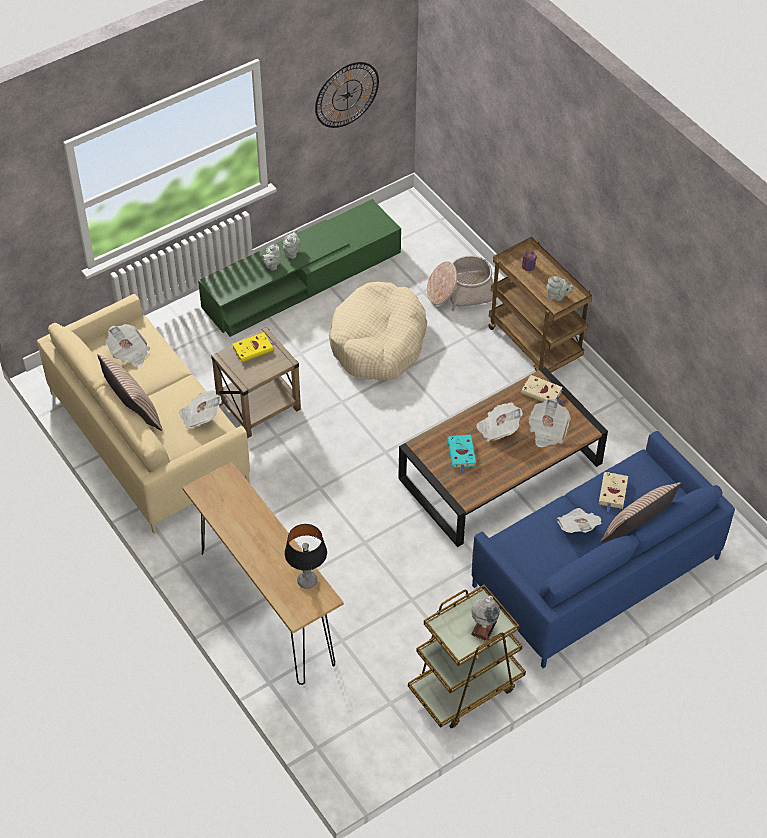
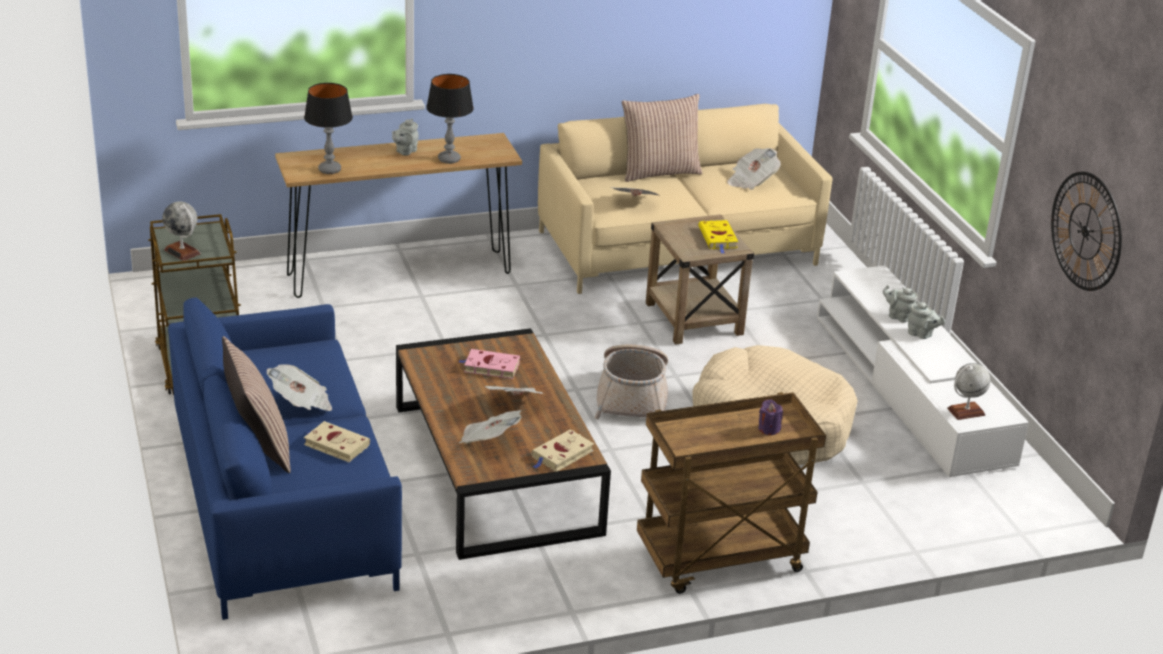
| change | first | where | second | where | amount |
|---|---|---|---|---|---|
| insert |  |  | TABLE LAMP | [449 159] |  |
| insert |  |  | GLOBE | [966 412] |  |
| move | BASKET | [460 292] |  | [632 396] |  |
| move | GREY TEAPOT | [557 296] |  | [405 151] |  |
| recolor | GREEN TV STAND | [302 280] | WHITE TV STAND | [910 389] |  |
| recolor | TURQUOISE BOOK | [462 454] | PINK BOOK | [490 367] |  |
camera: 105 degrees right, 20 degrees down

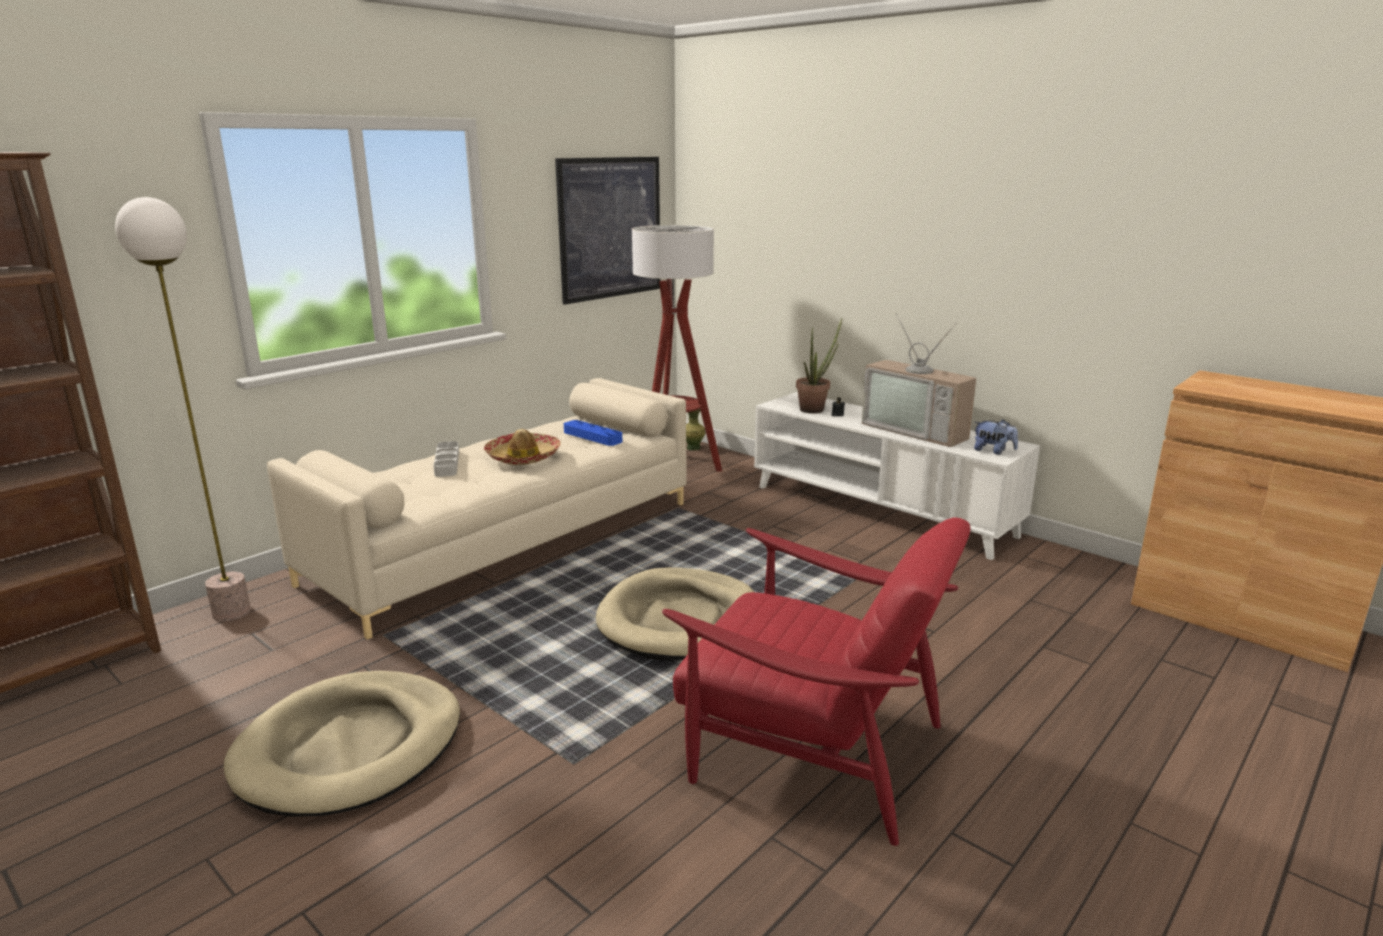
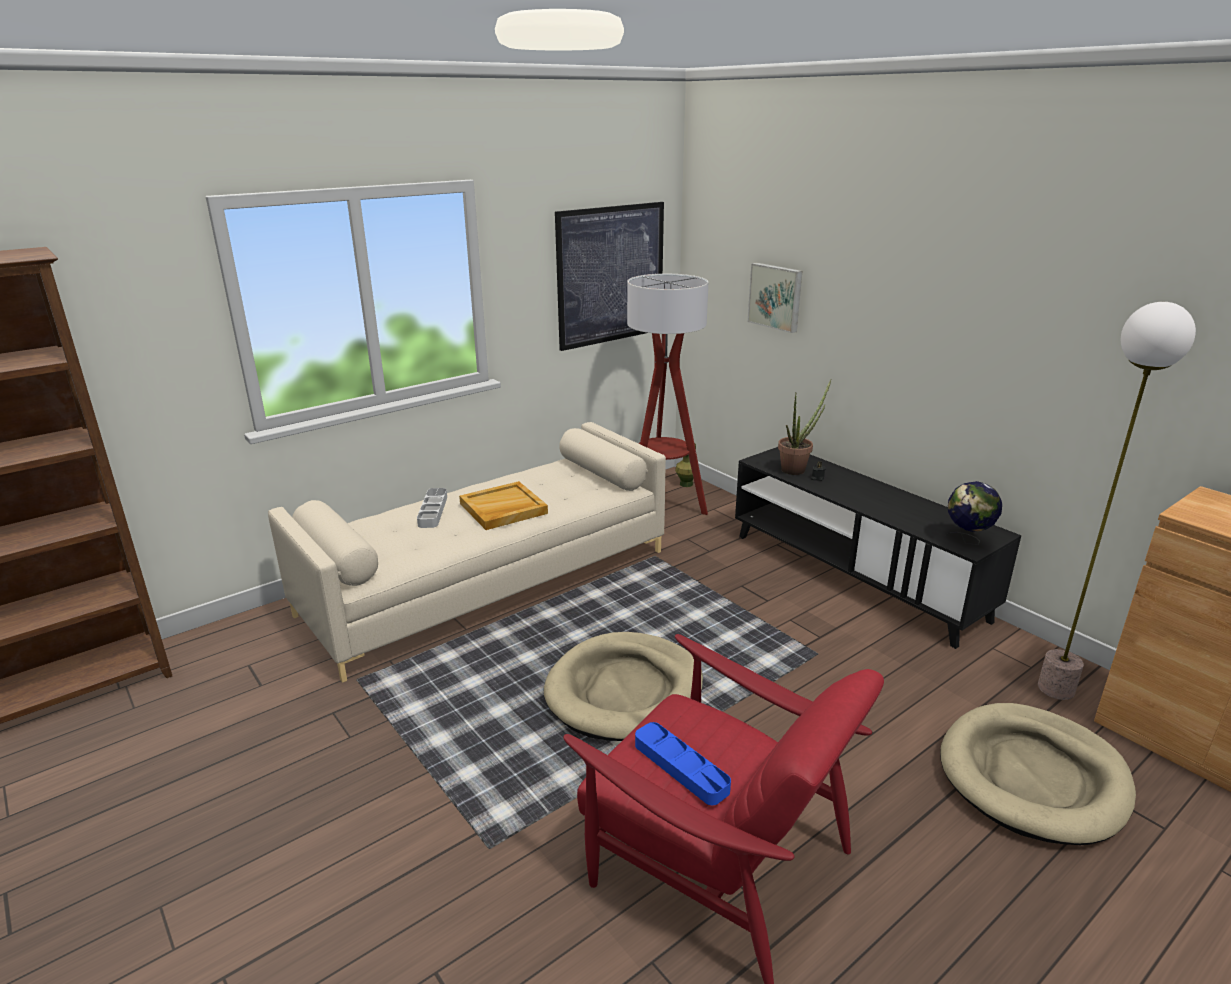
| change | first | where | second | where | amount |
|---|---|---|---|---|---|
| delete | TELEVISION | [918 430] |  |  |  |
| insert |  |  | PICTURE | [776 296] |  |
| move | FLOOR LAMP | [231 613] |  | [1055 689] |  |
| move | BEIGE DOG BED | [351 748] |  | [1033 777] |  |
| move | BLUE TRAY | [592 437] |  | [680 767] |  |
| replace | HAT | [523 457] | BEIGE TRAY | [503 509] |  |
| replace | PLUSH TOY | [993 451] | GLOBE | [967 540] |  |
| recolor | WHITE TV STAND | [880 510] | BLACK TV STAND | [854 575] |  |
camera: 10 degrees right, 5 degrees up

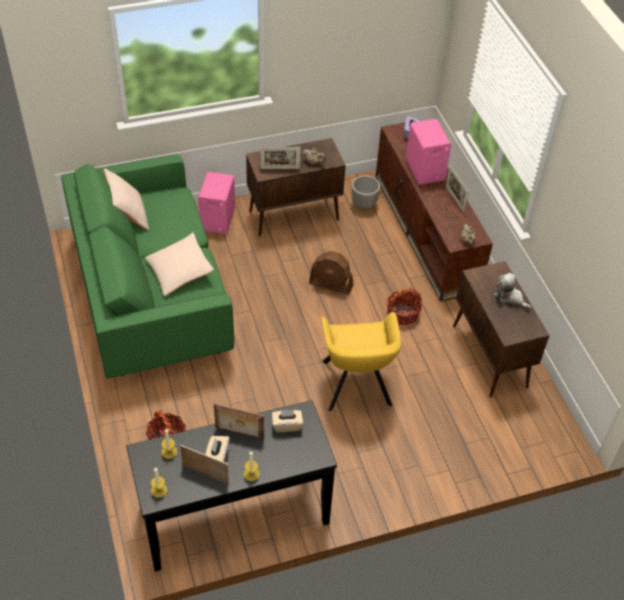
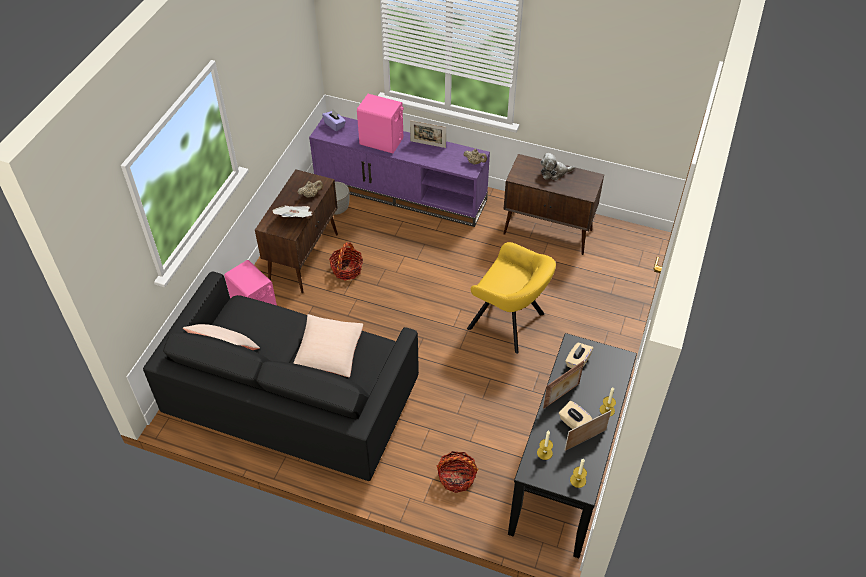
| change | first | where | second | where | amount |
|---|---|---|---|---|---|
| delete | BROWN FAN | [331 284] |  |  |  |
| move | BASKET | [403 314] |  | [347 269] |  |
| replace | PICTURE FRAME | [280 168] | NEWSPAPER | [295 218] |  |
| recolor | GREEN SOFA | [152 296] | BLACK SOFA | [295 403] |  |
| recolor | BROWN TV STAND | [426 232] | PURPLE TV STAND | [402 192] |  |
camera: 50 degrees left, 0 degrees up

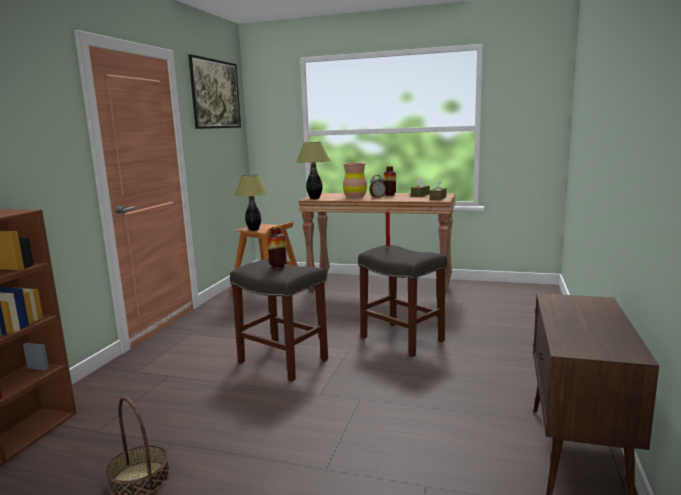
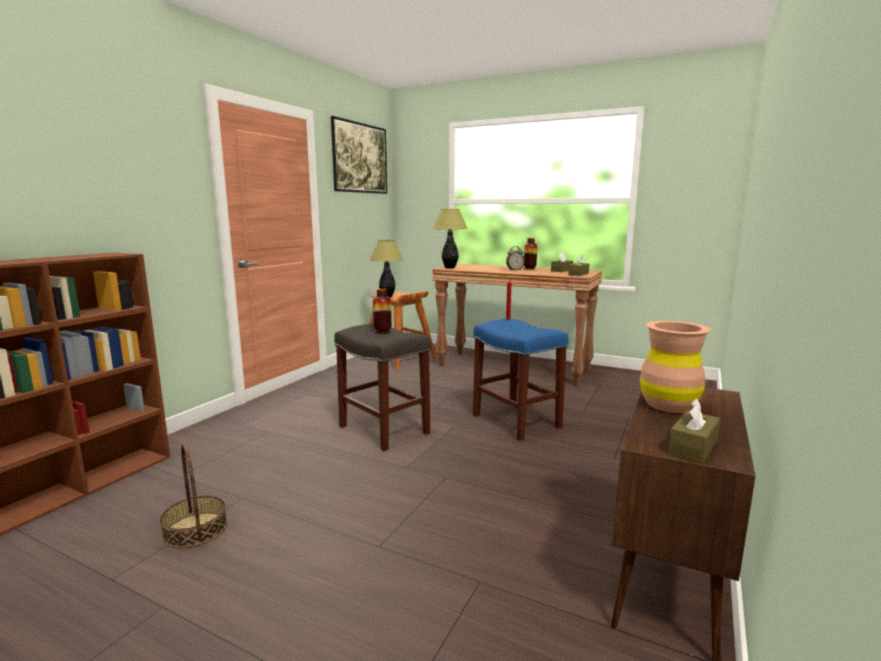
| change | first | where | second | where | amount |
|---|---|---|---|---|---|
| insert |  |  | BROWN TISSUE BOX | [693 447] |  |
| move | BROWN VASE | [355 196] |  | [668 405] |  |
| recolor | GREY STOOL | [403 339] | BLUE STOOL | [517 421] |  |
camera: 10 degrees right, 0 degrees up

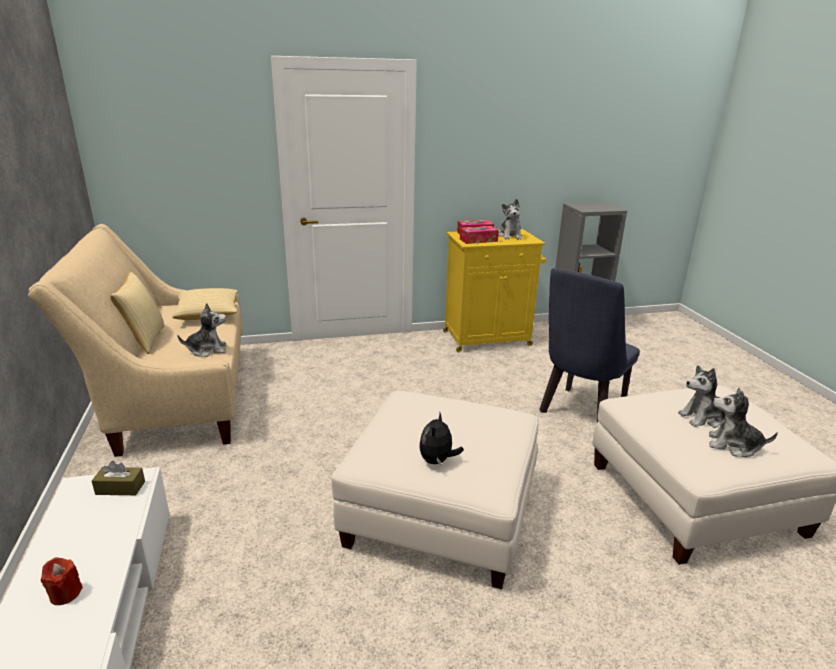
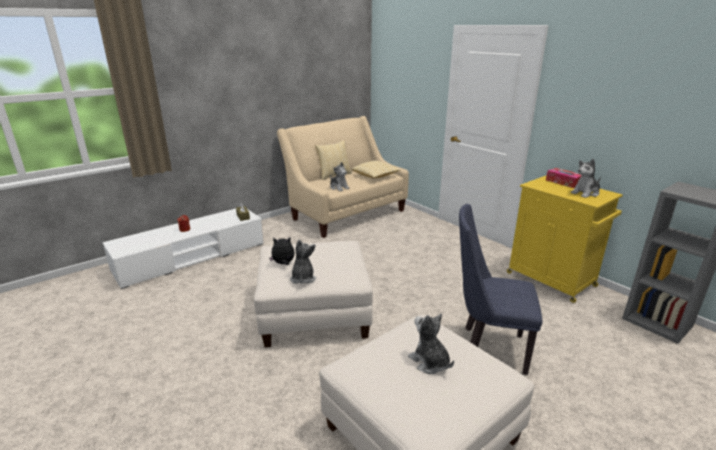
| change | first | where | second | where | amount |
|---|---|---|---|---|---|
| delete | TISSUE BOX | [478 240] |  |  |  |
| move | PLUSH TOY | [733 446] |  | [303 278] |  |
camera: 65 degrees right, 0 degrees up

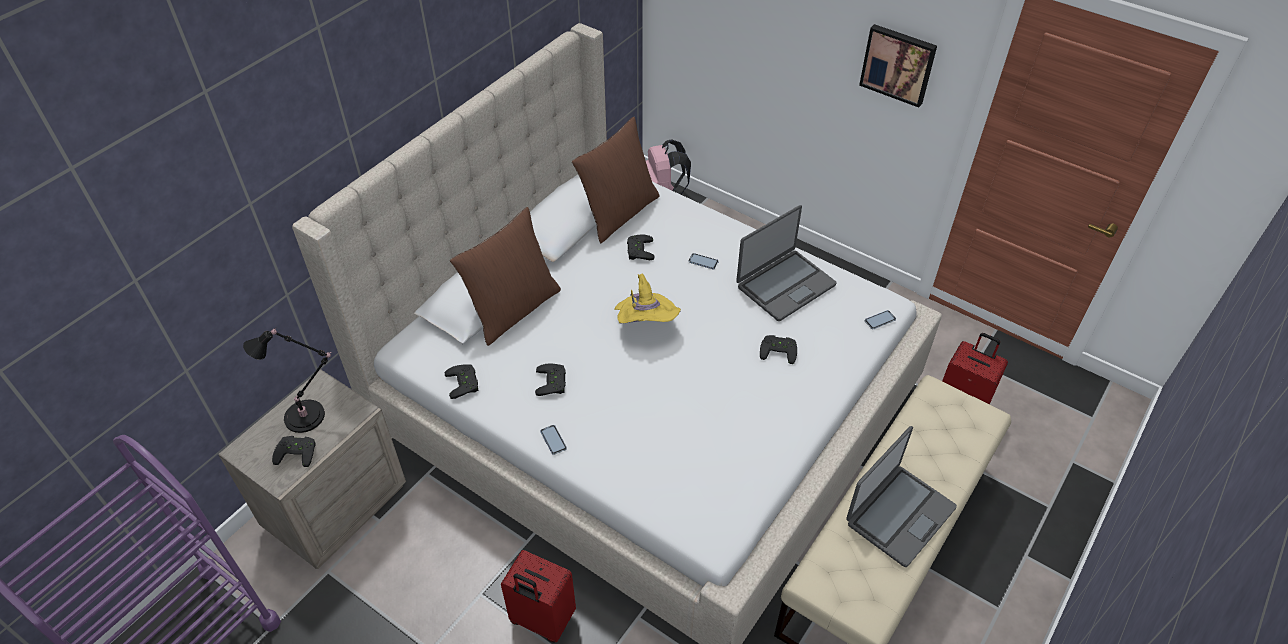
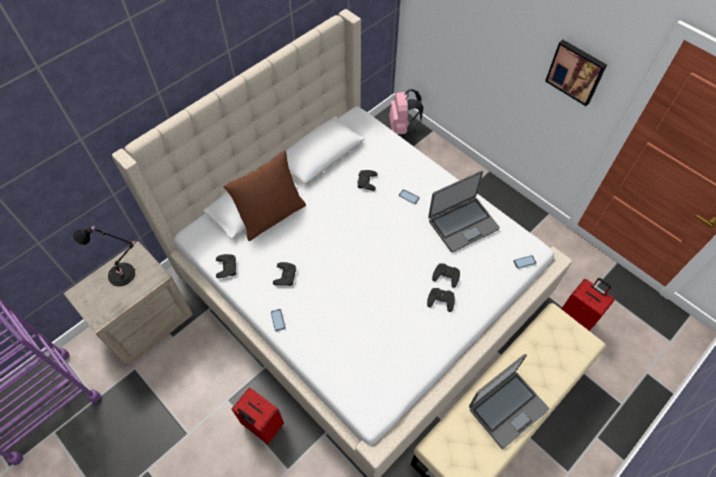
| change | first | where | second | where | amount |
|---|---|---|---|---|---|
| delete | BROWN PILLOW | [618 213] |  |  |  |
| delete | YELLOW HAT | [645 324] |  |  |  |
| move | BLACK GAME CONTROLLER | [297 451] |  | [441 299] |  |
camera: 10 degrees right, 10 degrees up

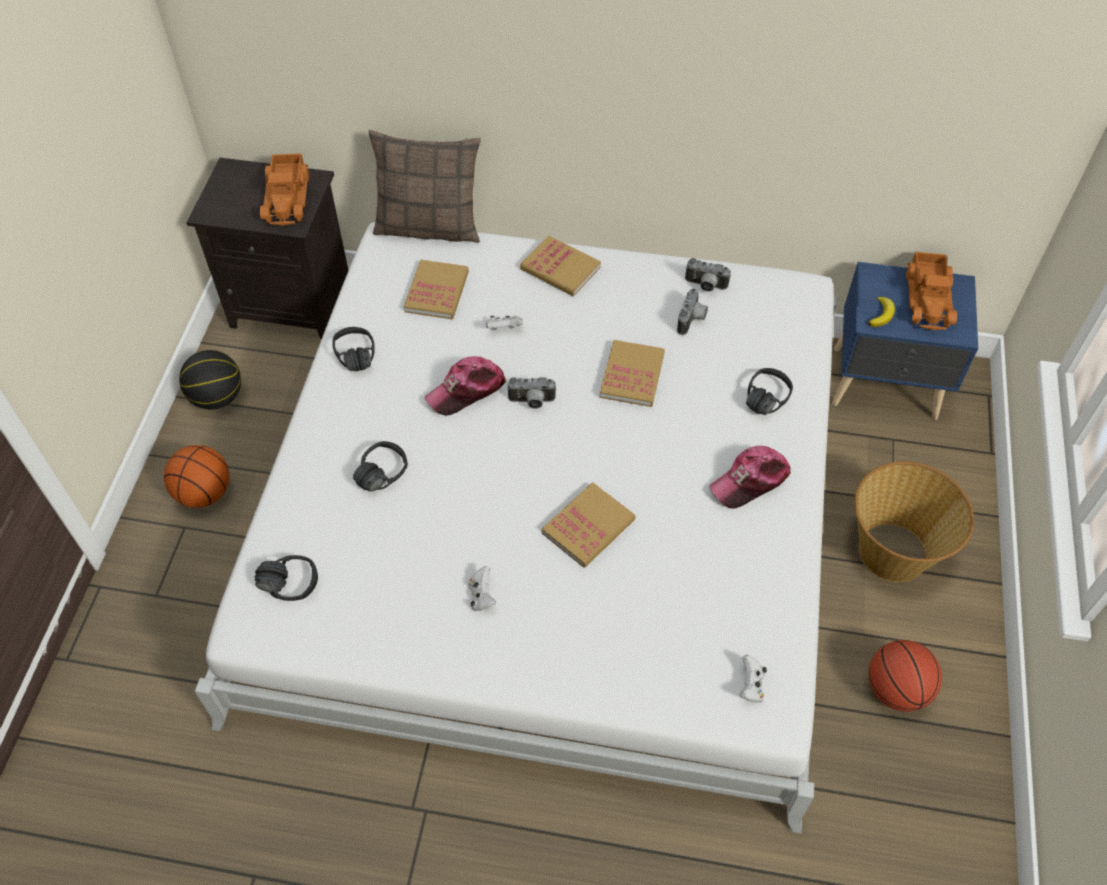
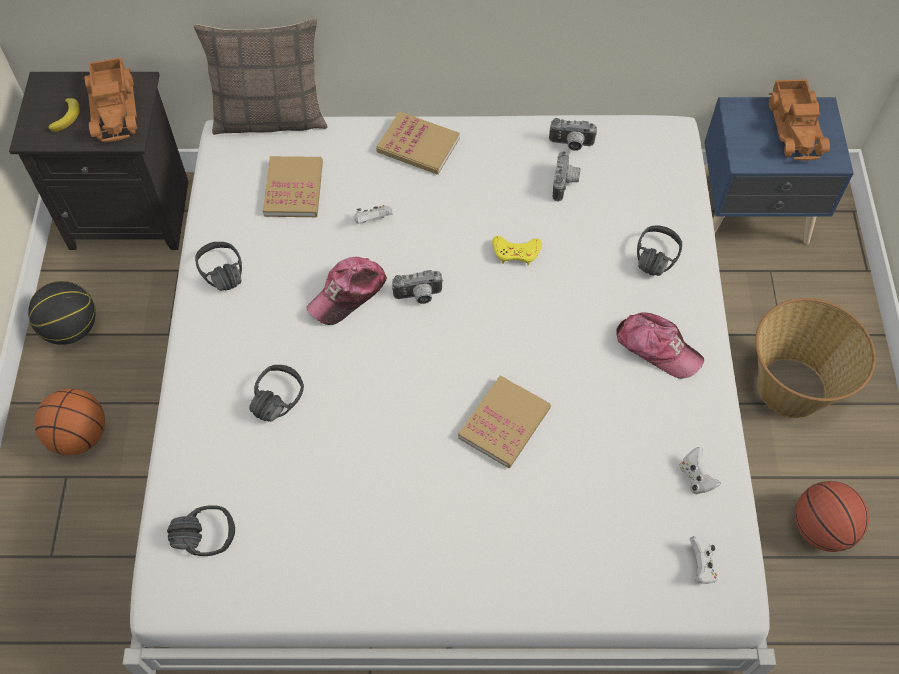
| change | first | where | second | where | amount |
|---|---|---|---|---|---|
| move | WHITE GAME CONTROLLER | [481 596] |  | [695 477] |  |
| move | BANANA | [881 314] |  | [67 117] |  |
| replace | BOOK | [632 375] | YELLOW GAME CONTROLLER | [516 252] |  |
| rotate | CAP | [750 481] |  | [657 348] | 105 degrees counterclockwise |
camera: 10 degrees left, 5 degrees up

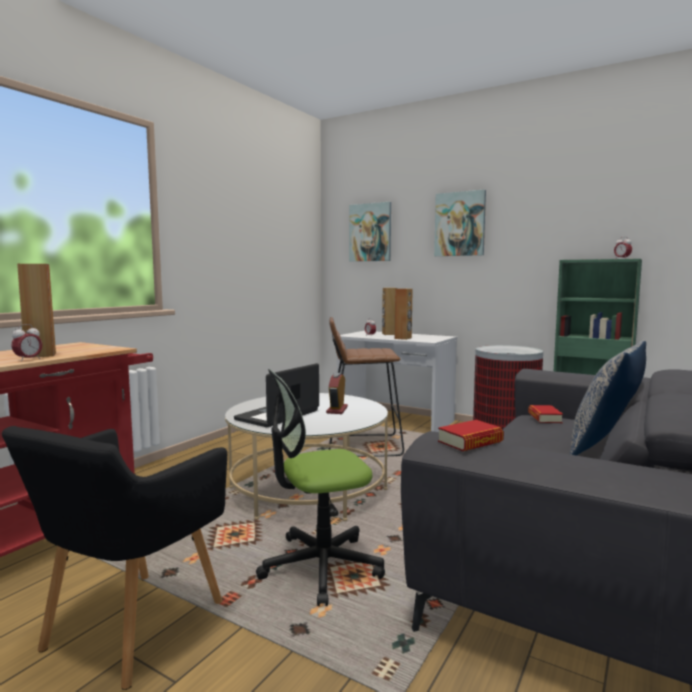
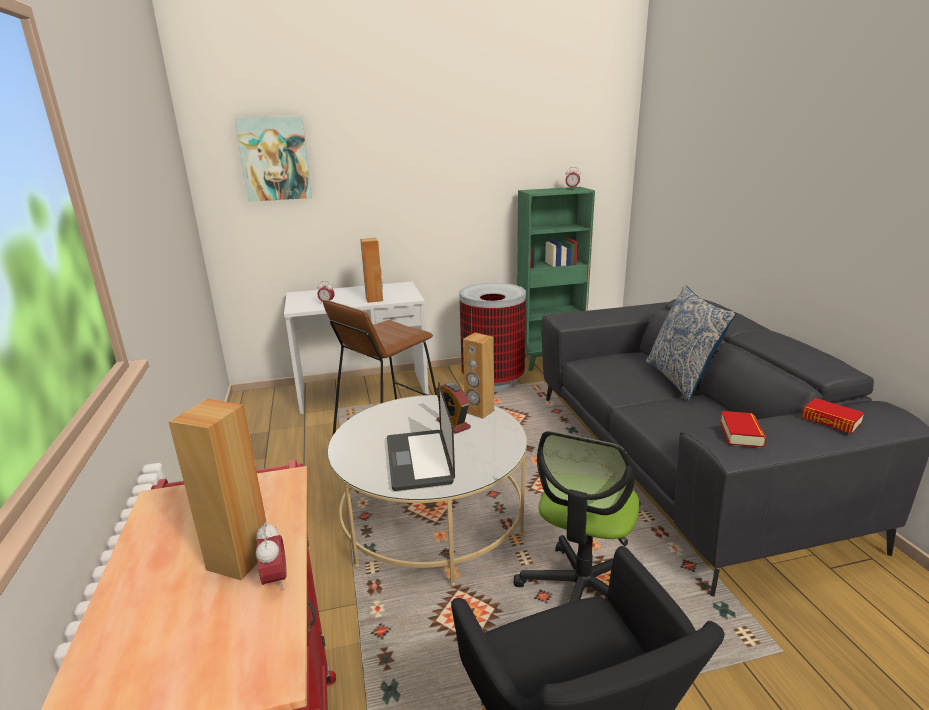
| change | first | where | second | where | amount |
|---|---|---|---|---|---|
| delete | PICTURE | [460 224] |  |  |  |
| move | BROWN SPEAKER | [389 334] |  | [479 411] |  |
| move | BOOK | [544 418] |  | [830 420] |  |
camera: 45 degrees left, 15 degrees up

